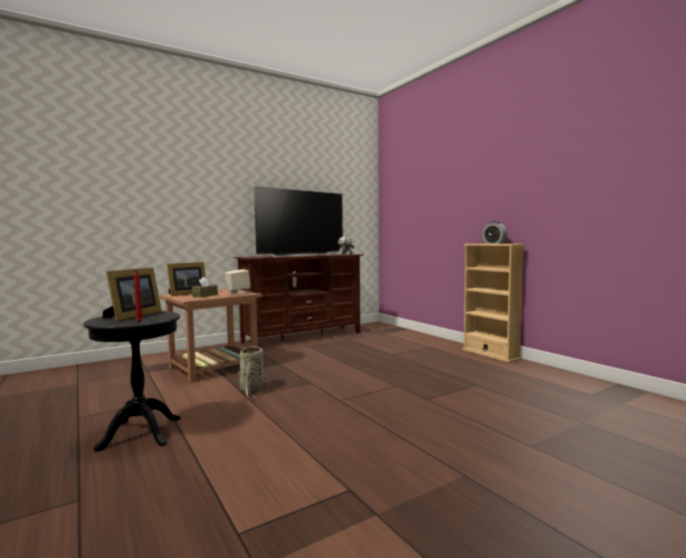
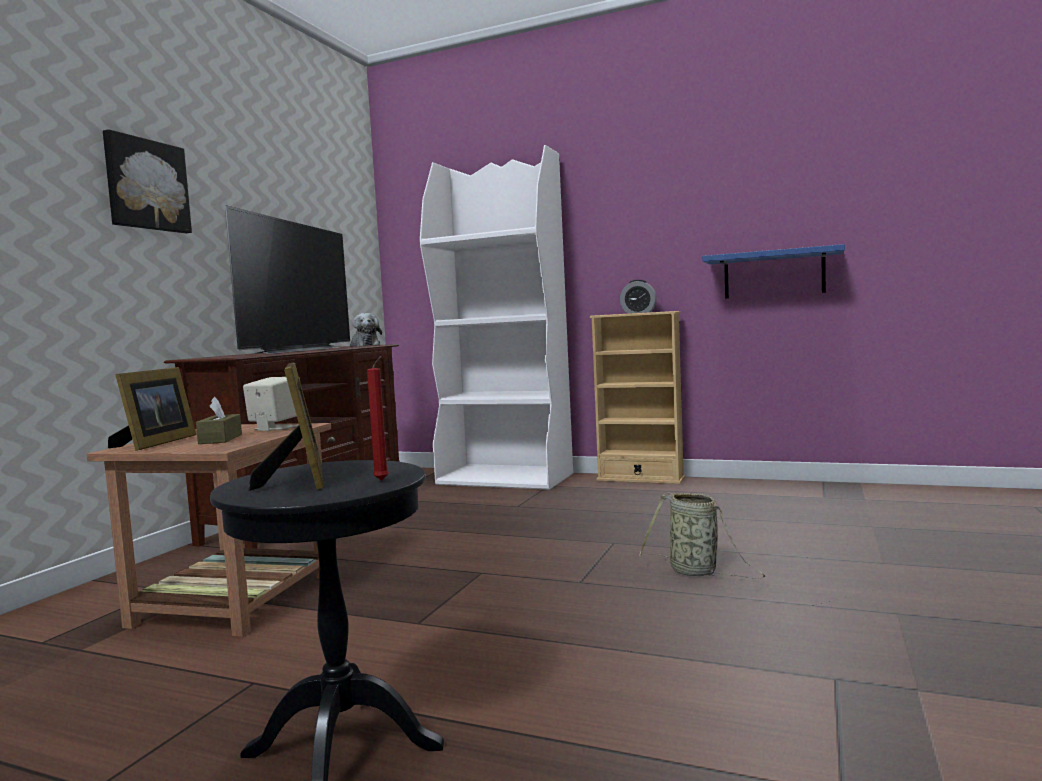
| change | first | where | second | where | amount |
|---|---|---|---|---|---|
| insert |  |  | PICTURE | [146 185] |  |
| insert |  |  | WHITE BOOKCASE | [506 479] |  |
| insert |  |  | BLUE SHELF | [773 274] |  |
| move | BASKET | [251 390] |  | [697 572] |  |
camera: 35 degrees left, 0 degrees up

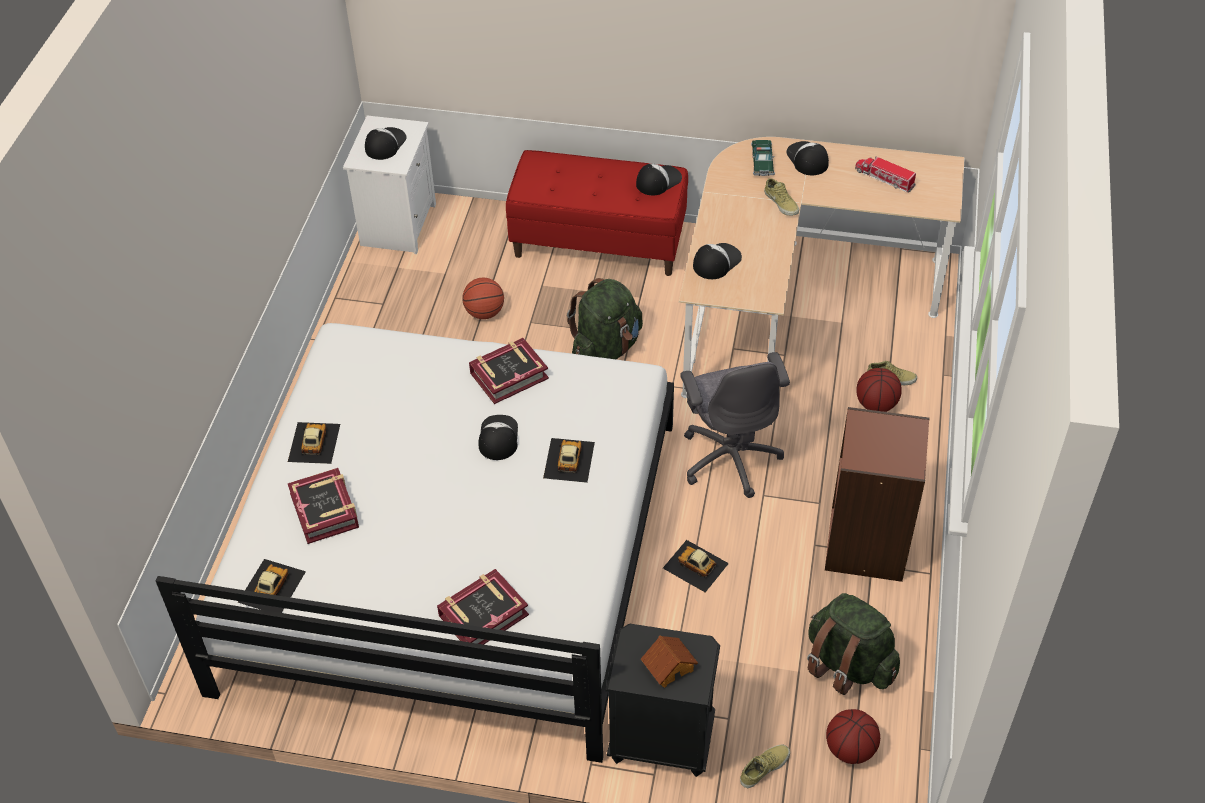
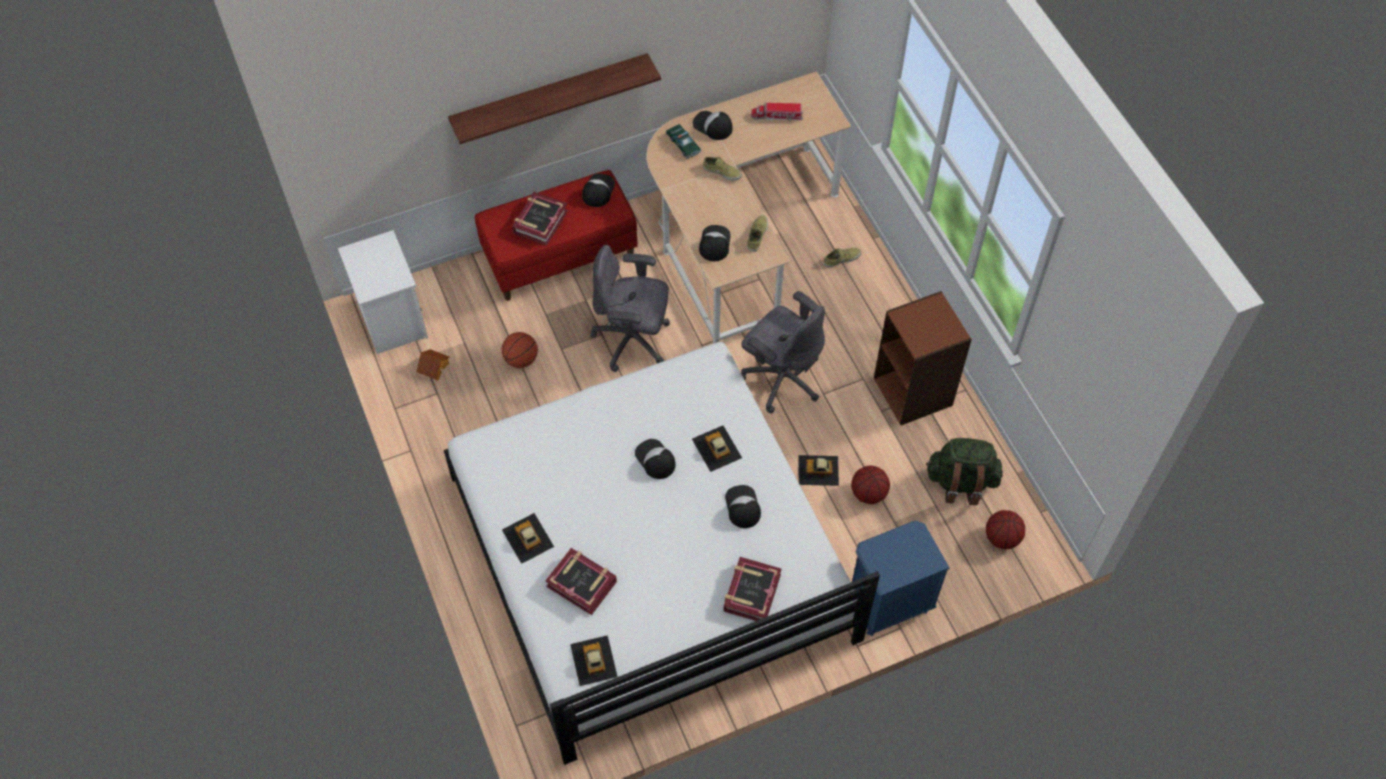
| change | first | where | second | where | amount |
|---|---|---|---|---|---|
| insert |  |  | SHELF | [550 97] |  |
| move | CAP | [385 144] |  | [742 507] |  |
| move | BOOK | [508 375] |  | [540 222] |  |
| move | TOY HOUSE | [669 666] |  | [433 368] |  |
| move | BEIGE SHOE | [763 767] |  | [756 235] |  |
| move | BASKETBALL | [876 404] |  | [868 493] |  |
| replace | GREEN BACKPACK | [606 348] | GREY OFFICE CHAIR | [633 340] |  |
| recolor | BLACK NIGHTSTAND | [660 741] | BLUE NIGHTSTAND | [887 604] |  |
camera: 35 degrees left, 10 degrees up

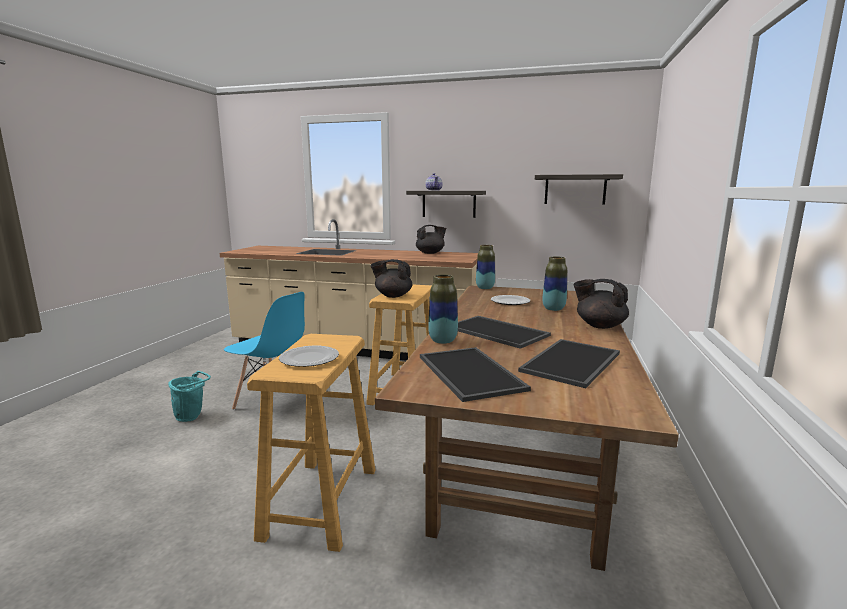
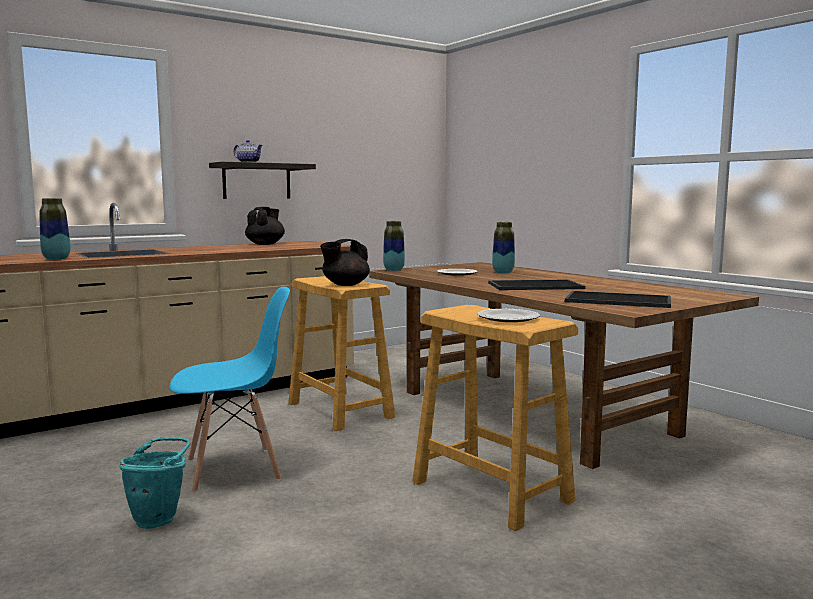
| change | first | where | second | where | amount |
|---|---|---|---|---|---|
| delete | TRAY | [572 363] |  |  |  |
| delete | SHELF | [575 189] |  |  |  |
| delete | BLACK TEAPOT | [599 326] |  |  |  |
| move | VASE | [442 341] |  | [56 259] |  |
camera: 50 degrees left, 5 degrees down

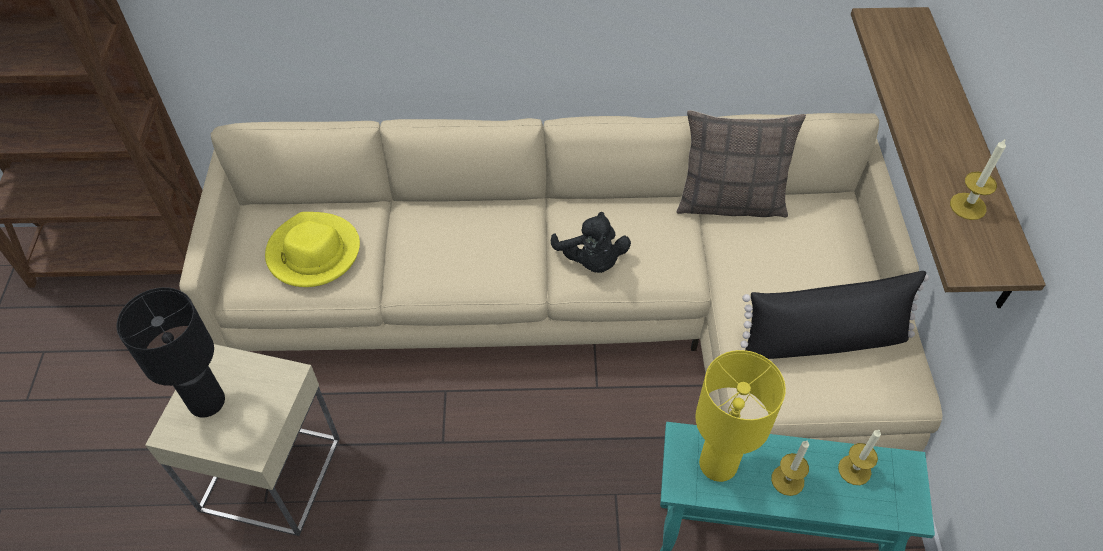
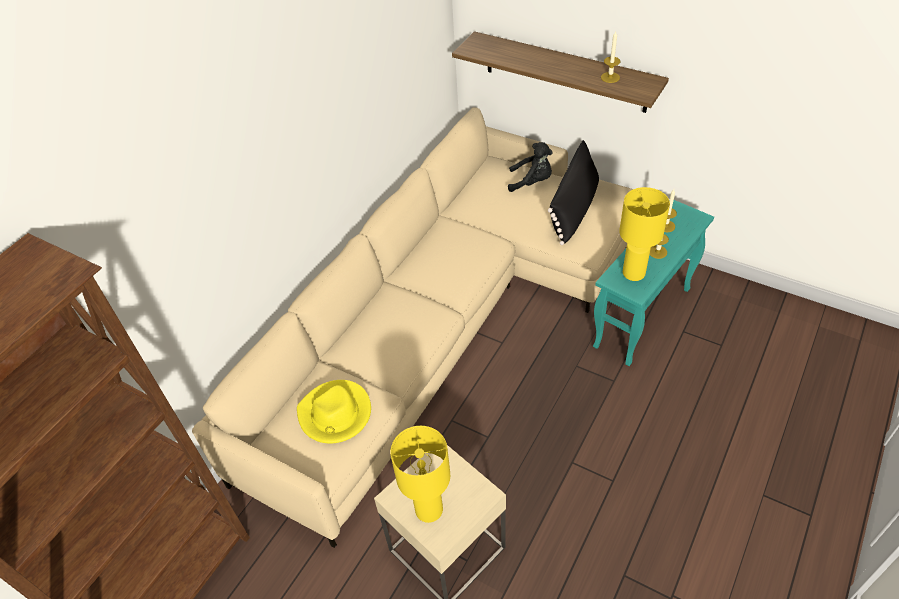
| change | first | where | second | where | amount |
|---|---|---|---|---|---|
| delete | PILLOW | [730 202] |  |  |  |
| move | BLACK PLUSH TOY | [591 260] |  | [532 182] |  |
| recolor | BLACK TABLE LAMP | [206 402] | YELLOW TABLE LAMP | [428 510] |  |
camera: 55 degrees left, 5 degrees down

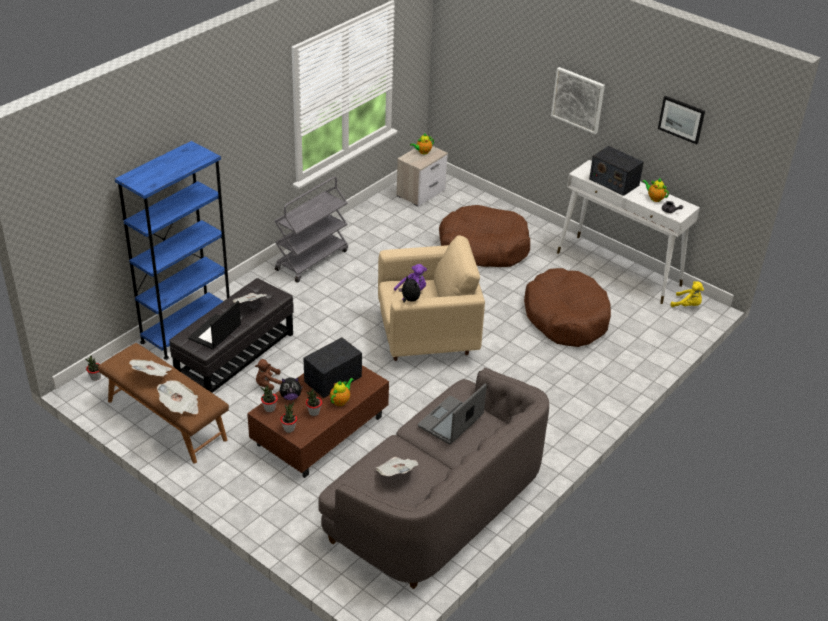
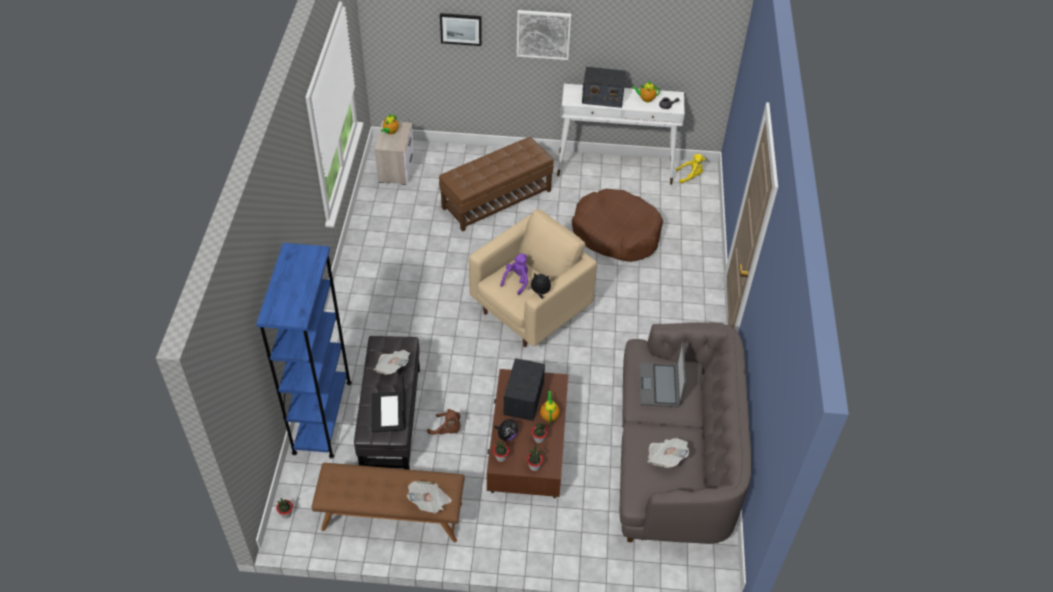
| change | first | where | second | where | amount |
|---|---|---|---|---|---|
| delete | NEWSPAPER | [152 375] |  |  |  |
| delete | GREY CART | [312 259] |  |  |  |
| move | PICTURE | [681 119] |  | [461 29] |  |
| replace | BROWN DOG BED | [483 247] | BROWN OTTOMAN | [496 199] |  |
| rotate | BROWN PLUSH TOY | [270 385] |  | [447 430] | 90 degrees counterclockwise |
camera: 35 degrees left, 10 degrees up

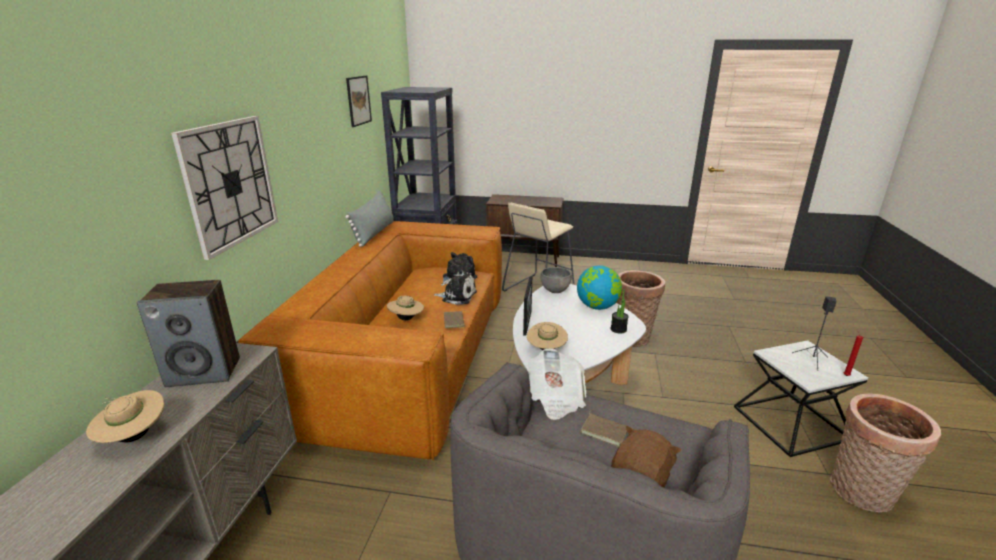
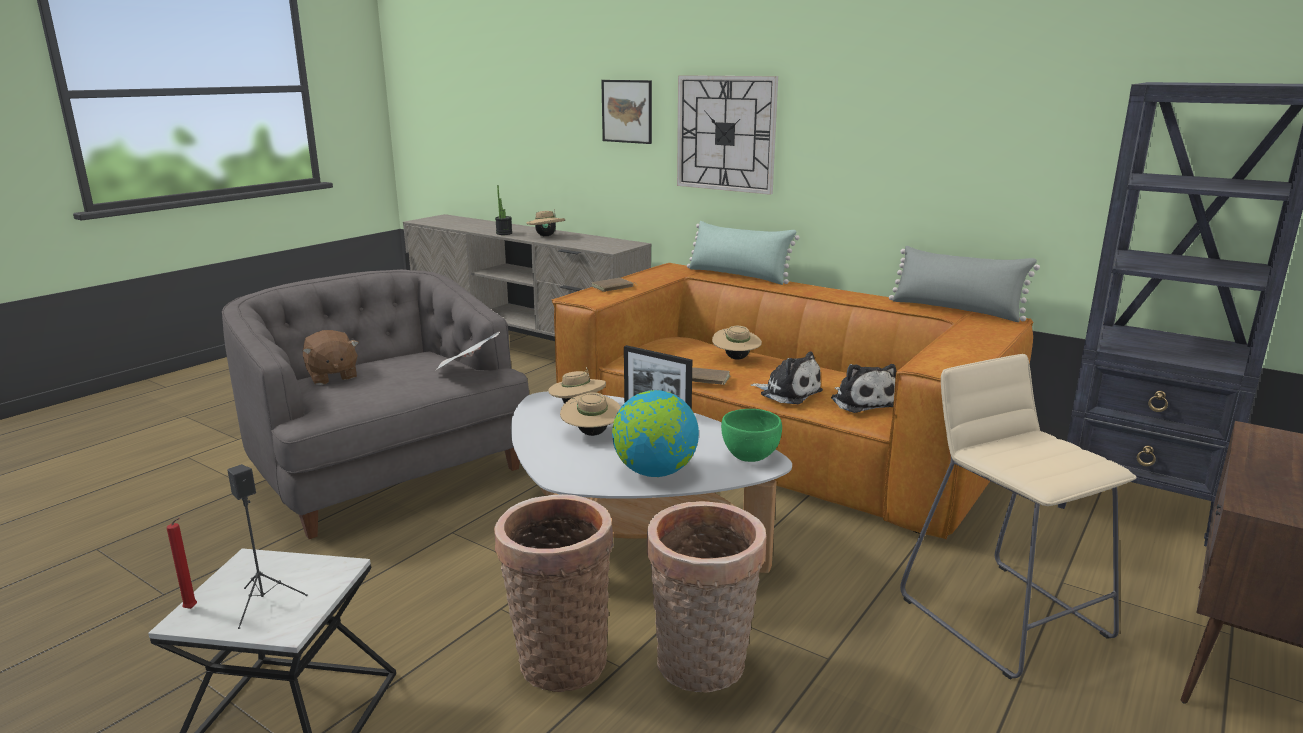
| change | first | where | second | where | amount |
|---|---|---|---|---|---|
| delete | SPEAKER | [205 372] |  |  |  |
| insert |  |  | BEIGE HAT | [591 434] |  |
| insert |  |  | GREEN PILLOW | [738 275] |  |
| move | PICTURE | [358 100] |  | [627 111] |  |
| move | BROWN BOOK | [605 431] |  | [613 287] |  |
| move | POTTED PLANT | [618 329] |  | [504 233] |  |
| move | BASKET | [862 494] |  | [559 658] |  |
| recolor | GREY BOWL | [555 290] | GREEN BOWL | [750 456] |  |
| rotate | PLUSH TOY | [457 296] |  | [788 393] | 90 degrees counterclockwise |
camera: 115 degrees right, 5 degrees down

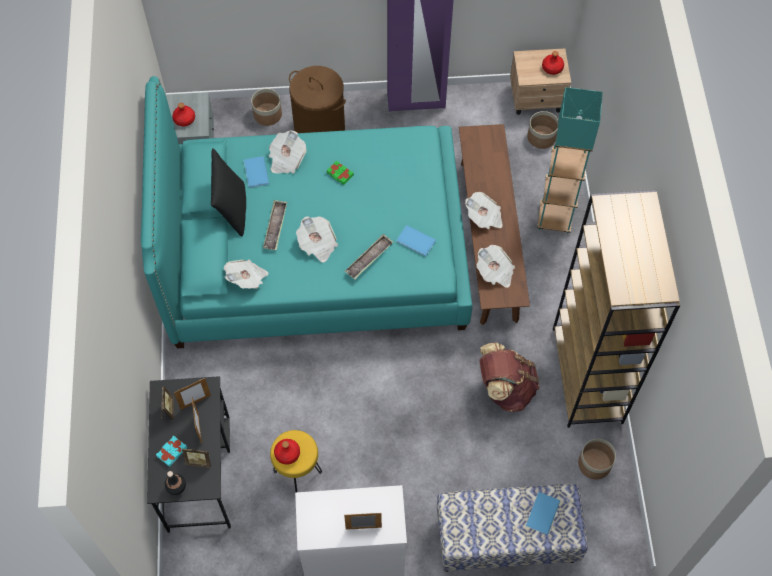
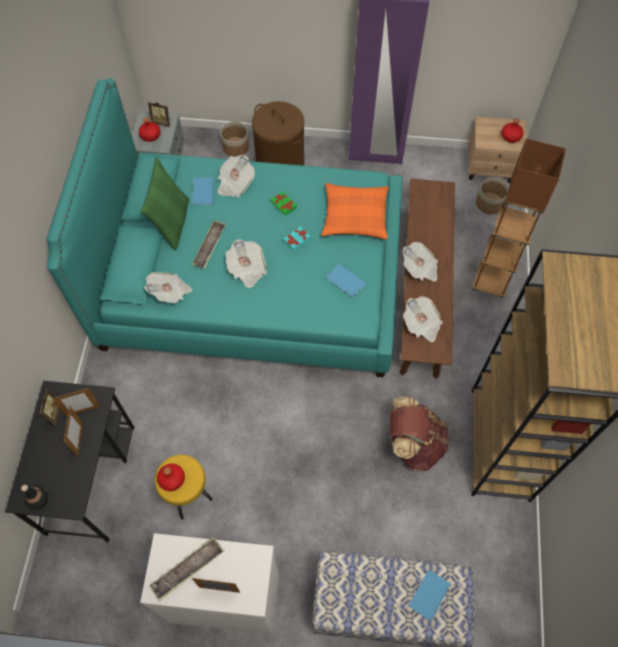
| change | first | where | second | where | amount |
|---|---|---|---|---|---|
| delete | PLANTER | [594 464] |  |  |  |
| insert |  |  | ORANGE PILLOW | [355 216] |  |
| move | TURQUOISE BOOK | [171 452] |  | [296 240] |  |
| move | PICTURE FRAME | [199 460] |  | [162 122] |  |
| move | TRAY | [369 258] |  | [188 569] |  |
| recolor | BLACK PILLOW | [232 209] | GREEN PILLOW | [172 223] |  |
| recolor | TURQUOISE FLOOR LAMP | [554 219] | BROWN FLOOR LAMP | [490 282] |  |
camera: 10 degrees right, 0 degrees up

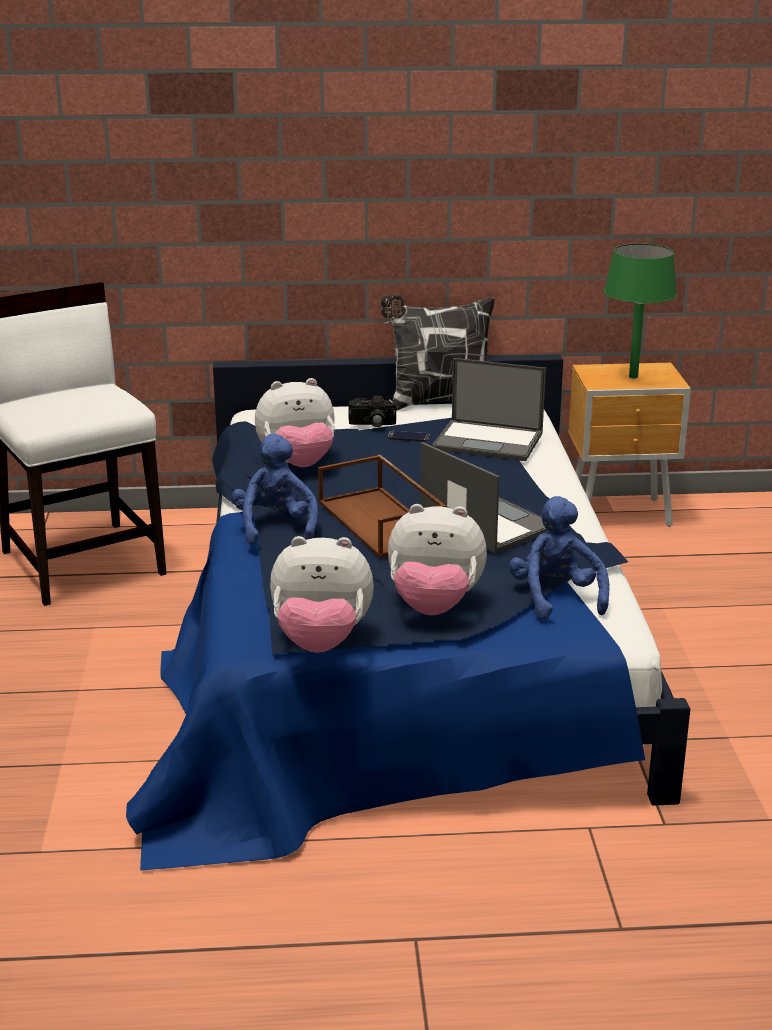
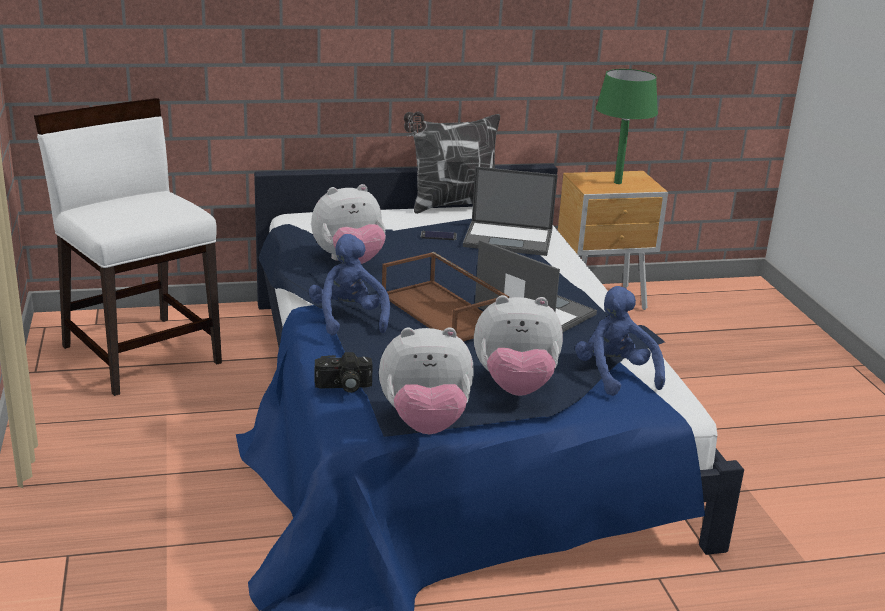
| change | first | where | second | where | amount |
|---|---|---|---|---|---|
| move | PHOTO CAMERA | [372 424] |  | [343 386] |  |
camera: 10 degrees left, 0 degrees up

